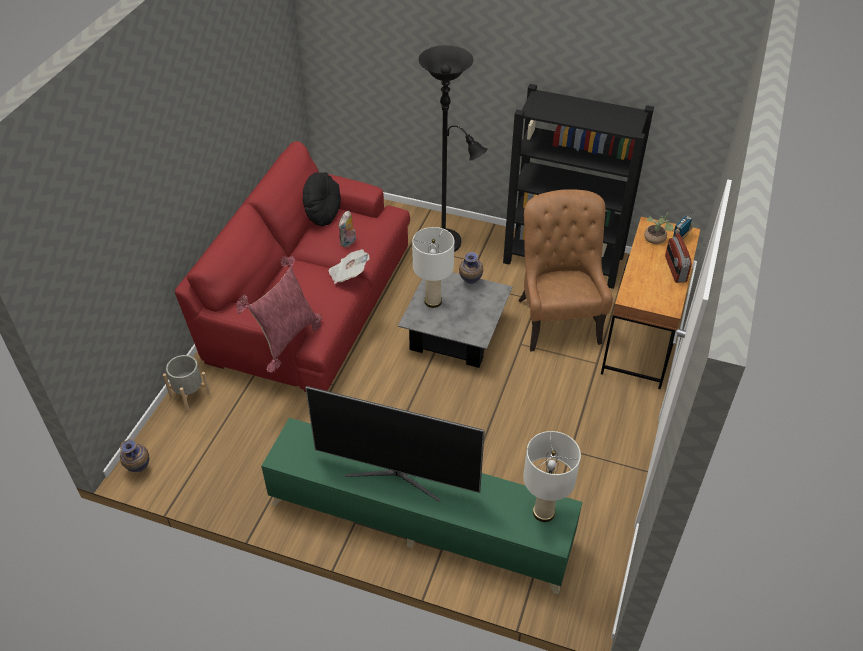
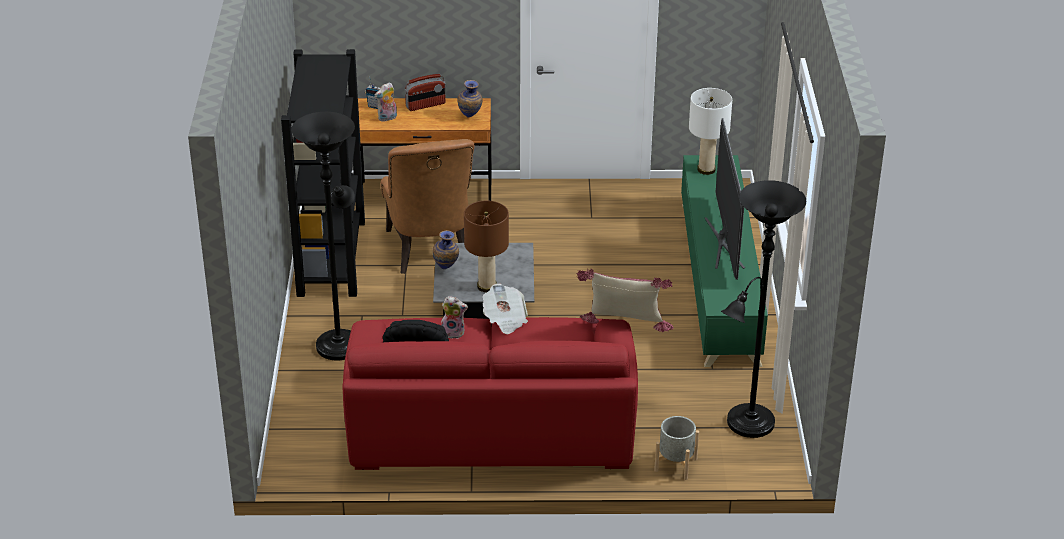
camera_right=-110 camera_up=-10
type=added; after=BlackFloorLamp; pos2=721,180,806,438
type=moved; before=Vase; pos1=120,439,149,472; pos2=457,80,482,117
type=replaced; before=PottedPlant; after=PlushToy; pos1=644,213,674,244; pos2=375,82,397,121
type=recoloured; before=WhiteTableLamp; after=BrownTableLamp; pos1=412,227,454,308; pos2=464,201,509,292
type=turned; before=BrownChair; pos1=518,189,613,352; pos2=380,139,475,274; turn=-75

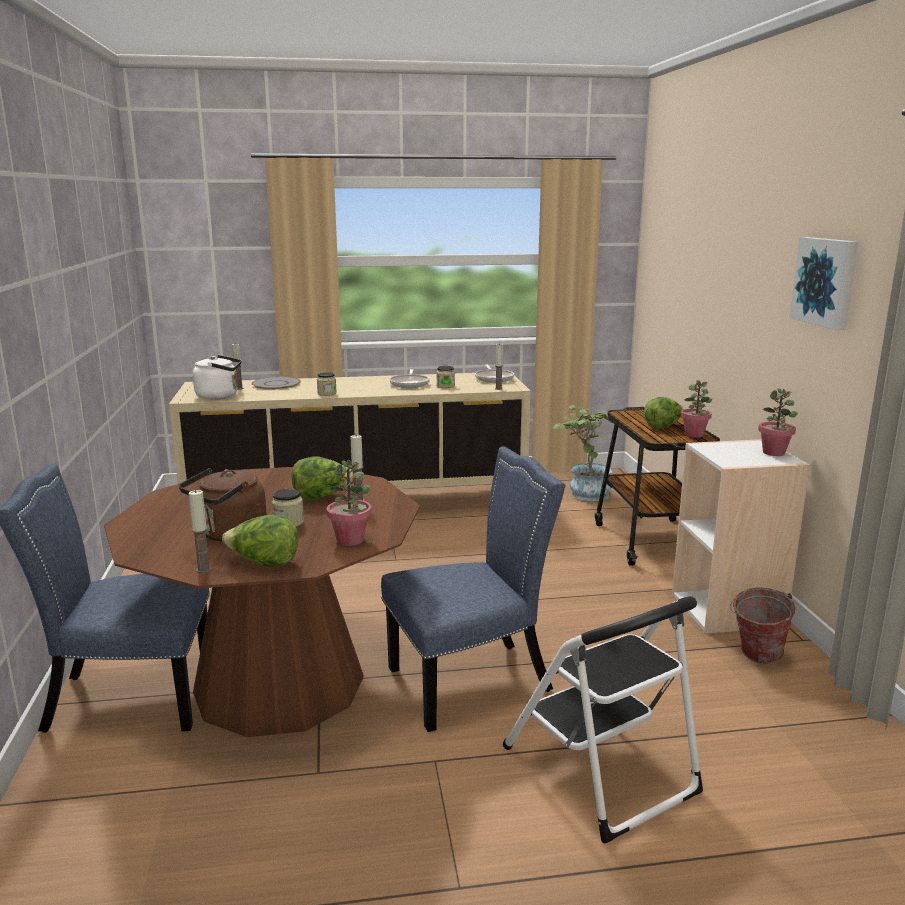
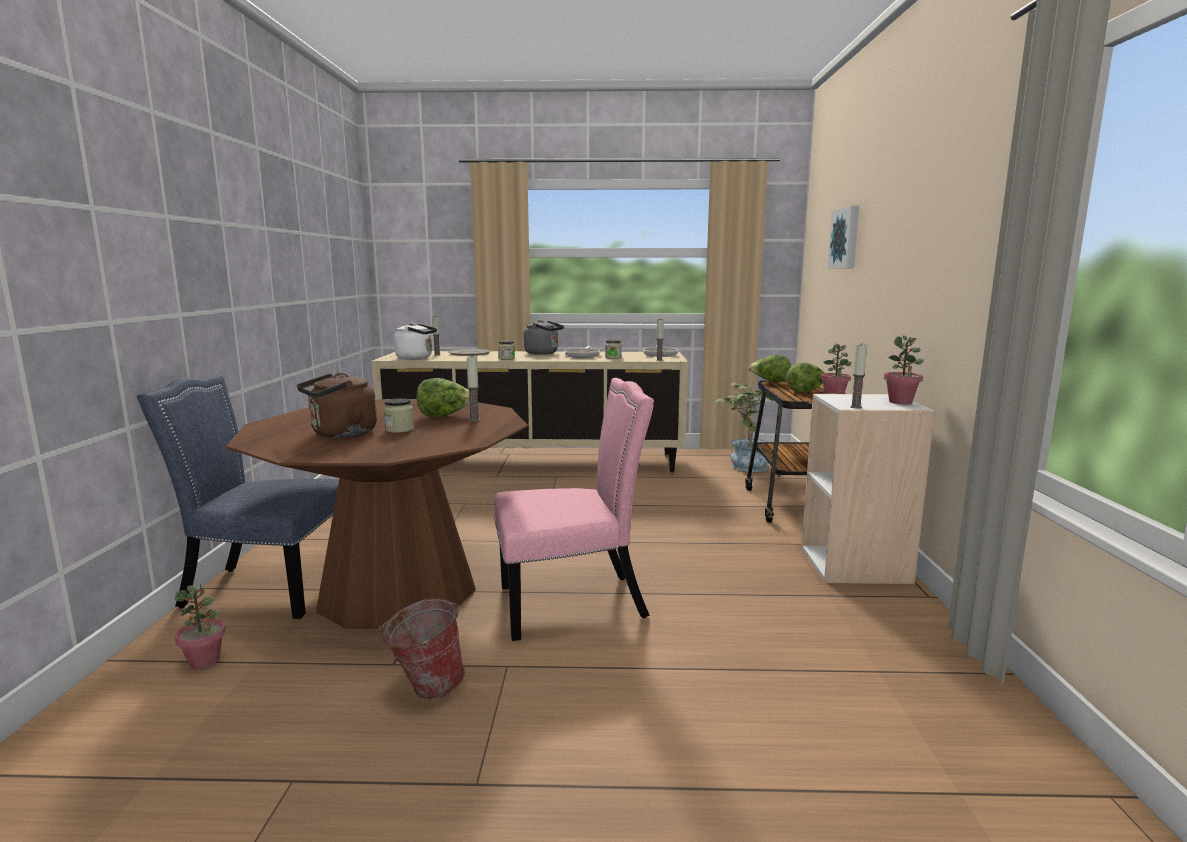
camera_right=10 camera_up=-5
type=removed; before=StepLadder; pos1=503,596,703,843
type=added; after=GreyKettle; pos2=524,320,564,355
type=moved; before=Candle; pos1=189,490,211,573; pos2=850,344,867,409
type=moved; before=Lettuce; pos1=222,515,298,566; pos2=748,354,791,382
type=moved; before=PottedPlant; pos1=327,460,372,546; pos2=175,583,226,669
type=moved; before=Bucket; pos1=730,588,795,663; pos2=379,598,465,699
type=moved; before=Picture; pos1=789,237,858,330; pos2=827,206,859,269
type=recoloured; before=BlueChair; after=PinkChair; pos1=381,446,566,732; pos2=494,378,654,641

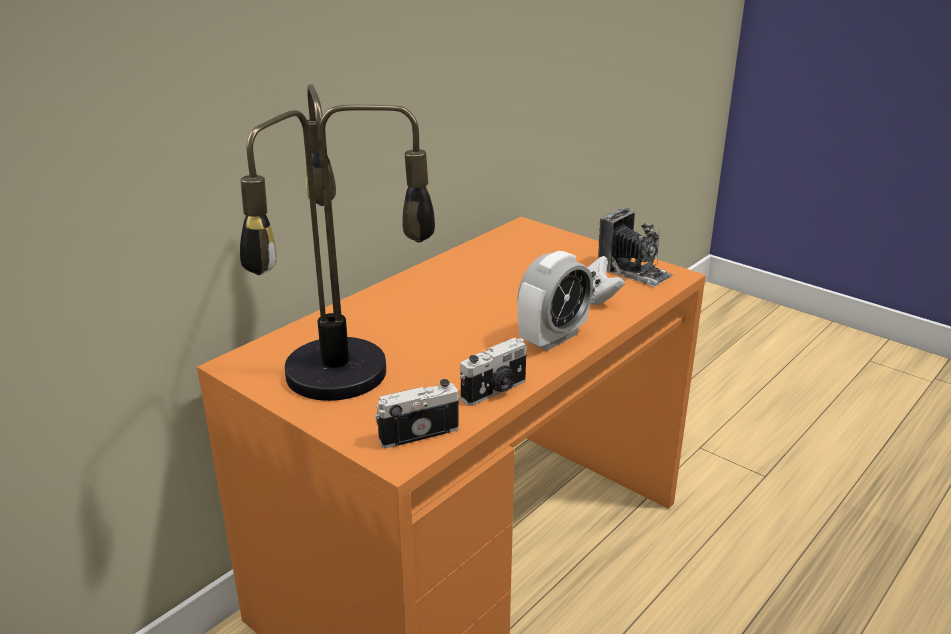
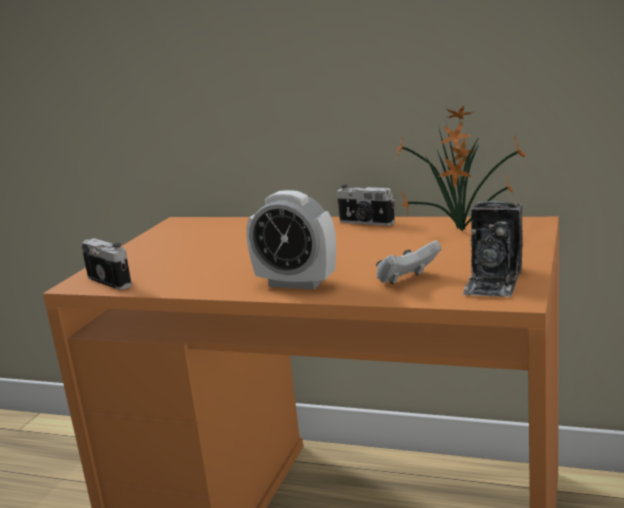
camera_right=70 camera_up=-10
type=removed; before=TableLamp; pos1=240,84,435,401
type=added; after=PottedPlant; pos2=394,105,531,232
type=moved; before=PhotoCamera; pos1=460,338,527,406; pos2=337,184,395,226

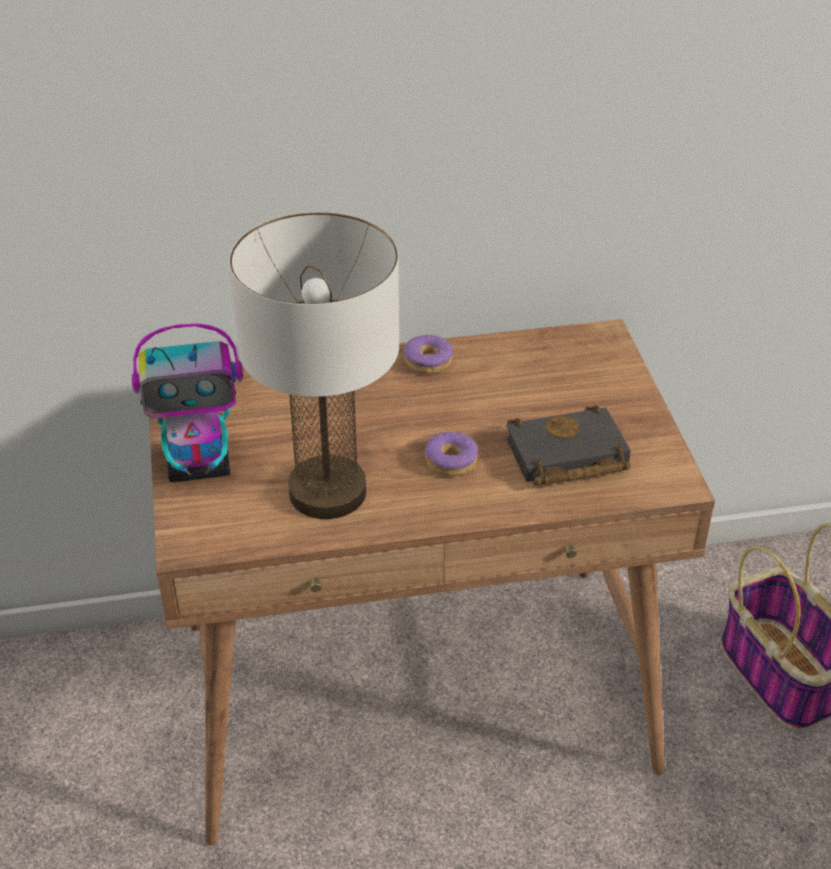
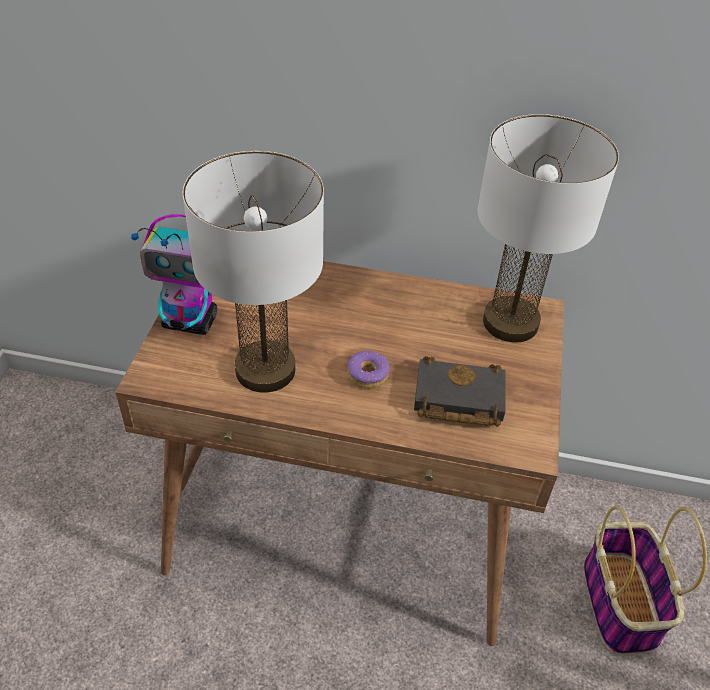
camera_right=20 camera_up=5
type=removed; before=Donut; pos1=404,335,453,374
type=added; after=TableLamp; pos2=478,114,619,342

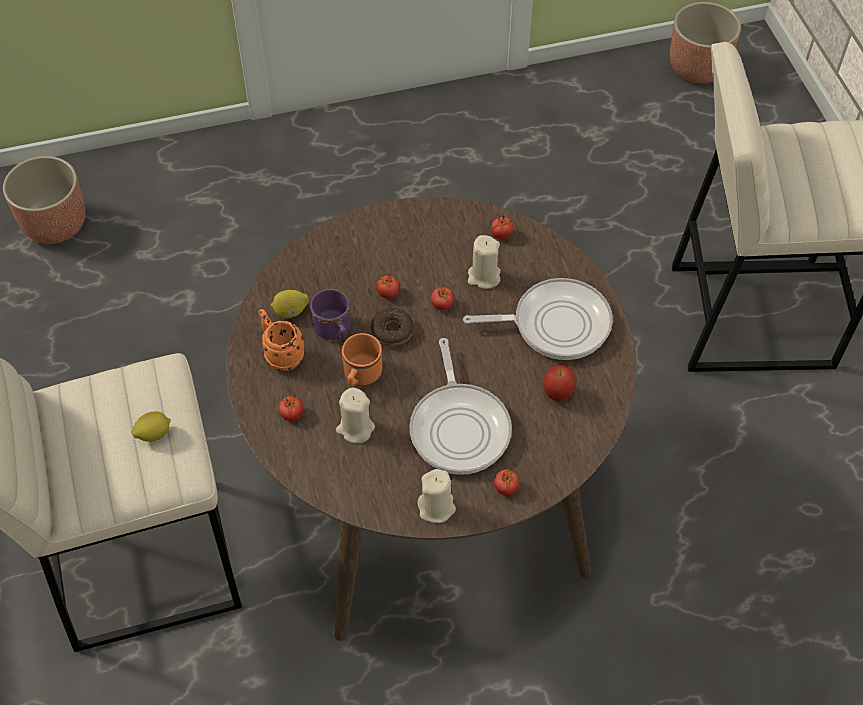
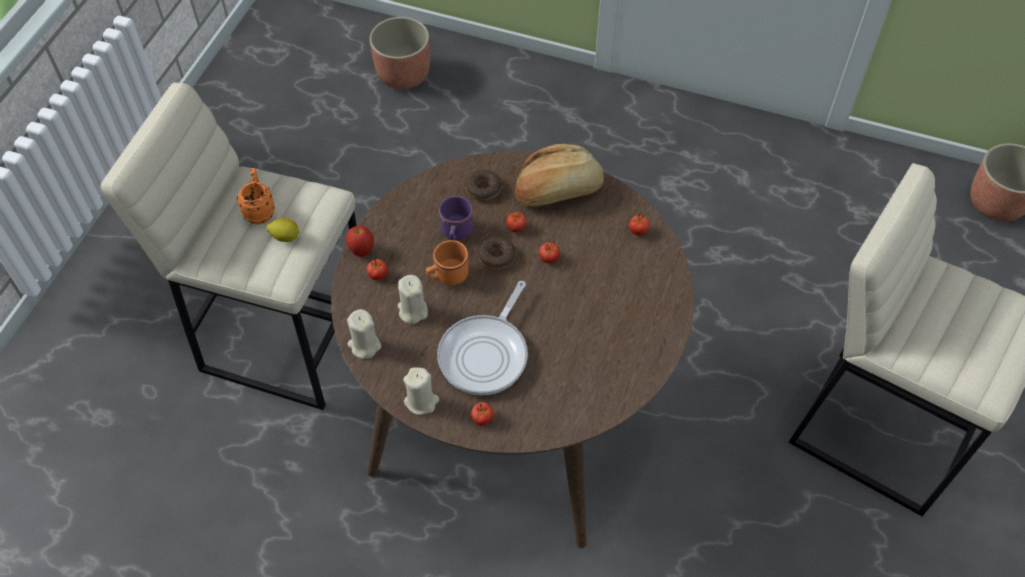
camera_right=35 camera_up=0
type=removed; before=Lemon; pos1=270,290,309,318
type=removed; before=FryingPan; pos1=463,278,613,360
type=added; after=Donut; pos2=465,170,502,201
type=added; after=Bread; pos2=515,144,604,207
type=moved; before=OrangeMug; pos1=258,309,305,371; pos2=237,168,275,224
type=moved; before=BeigeCandle; pos1=468,235,501,289; pos2=347,309,381,359
type=moved; before=Apple; pos1=543,365,577,401; pos2=345,226,374,257

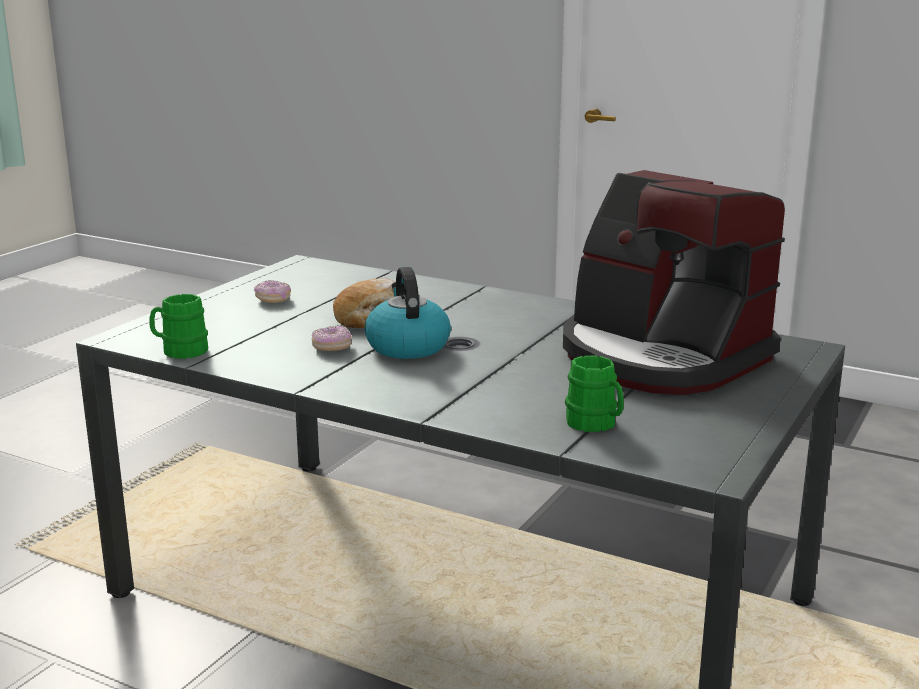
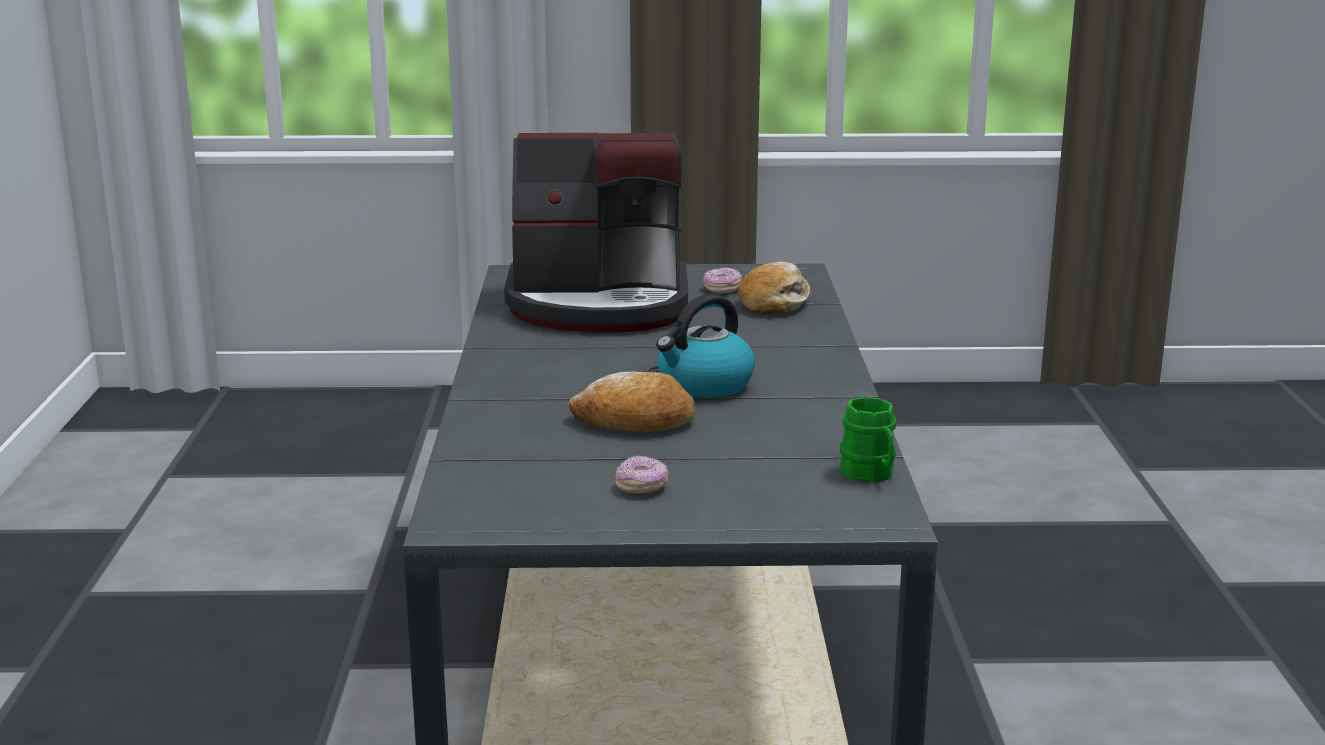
camera_right=-120 camera_up=0
type=moved; before=Donut; pos1=312,325,352,351; pos2=704,267,742,293
type=replaced; before=GreenMug; after=Bread; pos1=565,356,624,432; pos2=738,262,810,314
type=turned; before=CoffeeMachine; pos1=563,170,785,395; pos2=504,133,688,333; turn=75

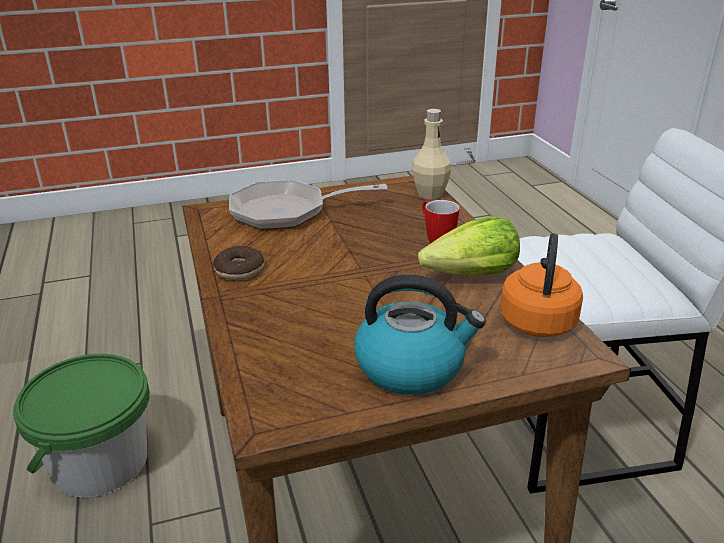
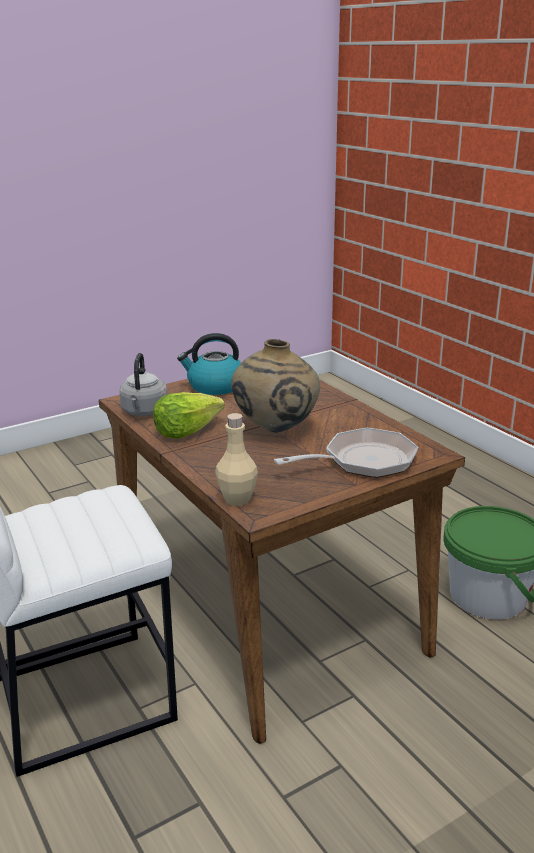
camera_right=165 camera_up=-5
type=removed; before=Donut; pos1=213,246,264,280
type=removed; before=Mug; pos1=422,200,460,243
type=added; after=BeigeVase; pos2=231,339,320,433
type=recoloured; before=OrangeKettle; after=GreyKettle; pos1=501,233,583,337; pos2=119,353,168,416

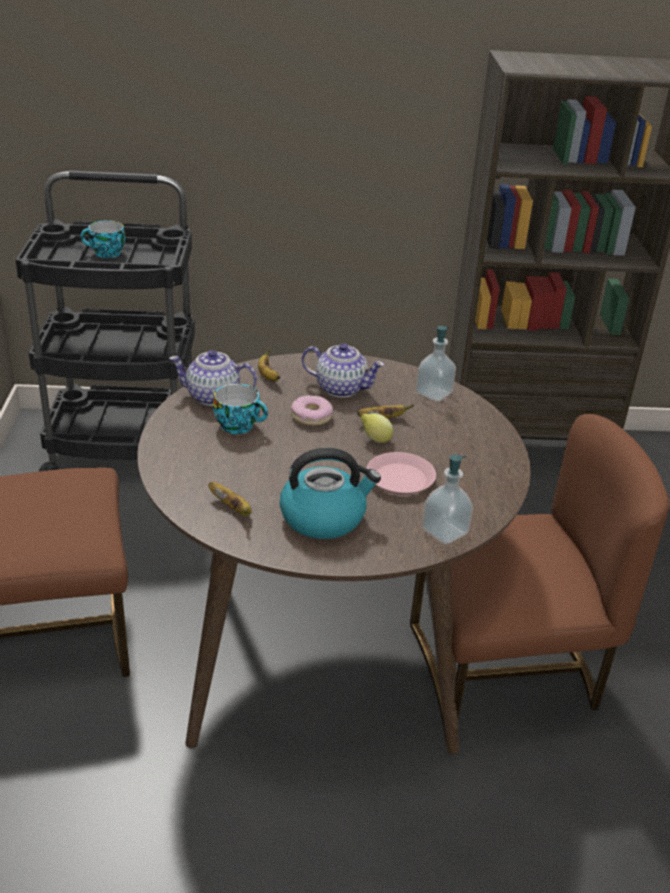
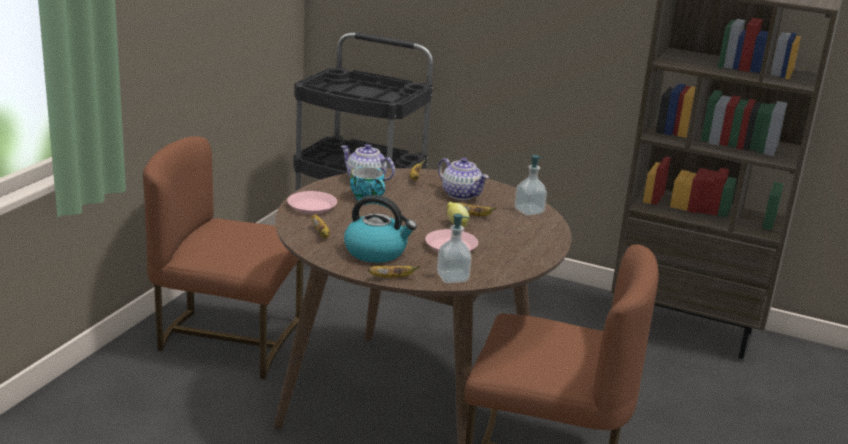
camera_right=25 camera_up=-10
type=removed; before=Cup; pos1=81,220,125,258
type=removed; before=Donut; pos1=291,395,333,426
type=added; after=PinkPlate; pos2=287,191,337,214
type=added; after=Banana; pos2=368,265,420,278

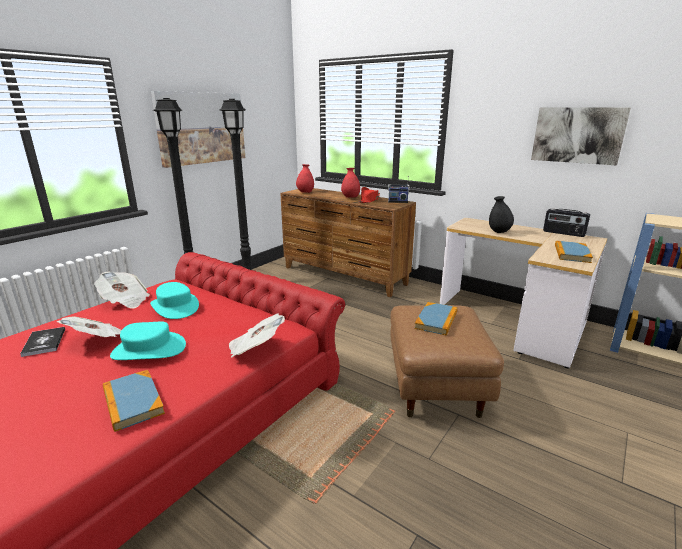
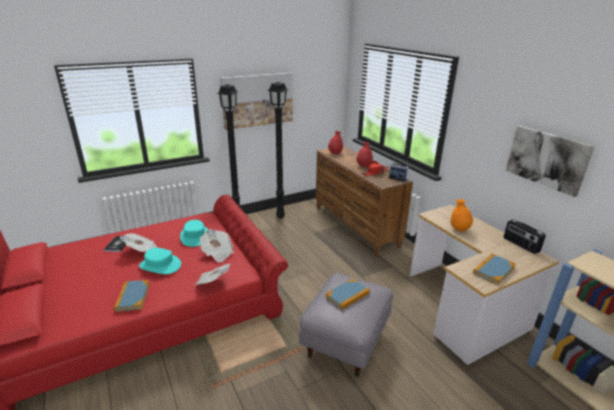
camera_right=25 camera_up=5
type=moved; before=Newspaper; pos1=94,272,150,309; pos2=200,229,234,263
type=recoloured; before=BrownOttoman; after=GreyOttoman; pos1=390,305,504,418; pos2=299,273,393,377
type=recoloured; before=BlackVase; after=OrangeVase; pos1=489,196,514,233; pos2=451,199,473,231

